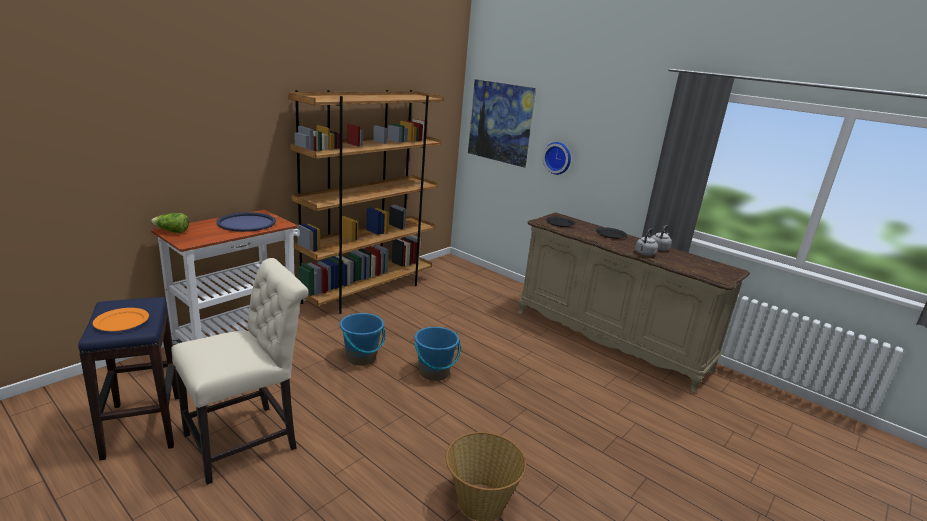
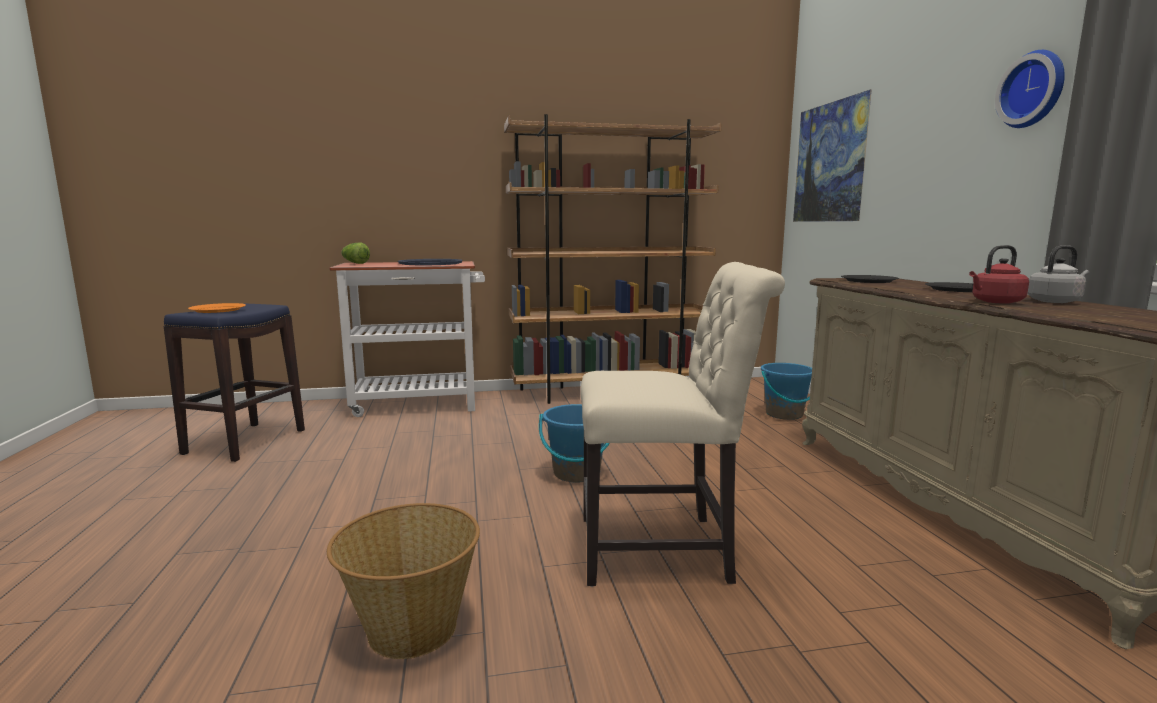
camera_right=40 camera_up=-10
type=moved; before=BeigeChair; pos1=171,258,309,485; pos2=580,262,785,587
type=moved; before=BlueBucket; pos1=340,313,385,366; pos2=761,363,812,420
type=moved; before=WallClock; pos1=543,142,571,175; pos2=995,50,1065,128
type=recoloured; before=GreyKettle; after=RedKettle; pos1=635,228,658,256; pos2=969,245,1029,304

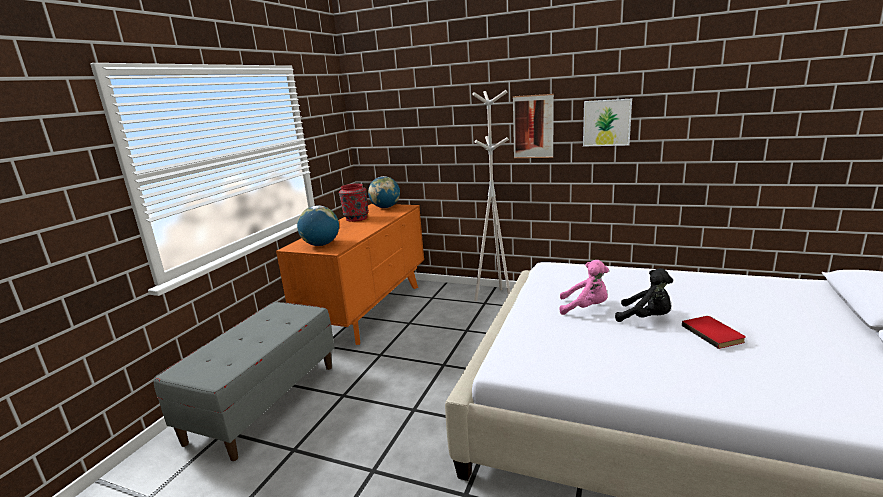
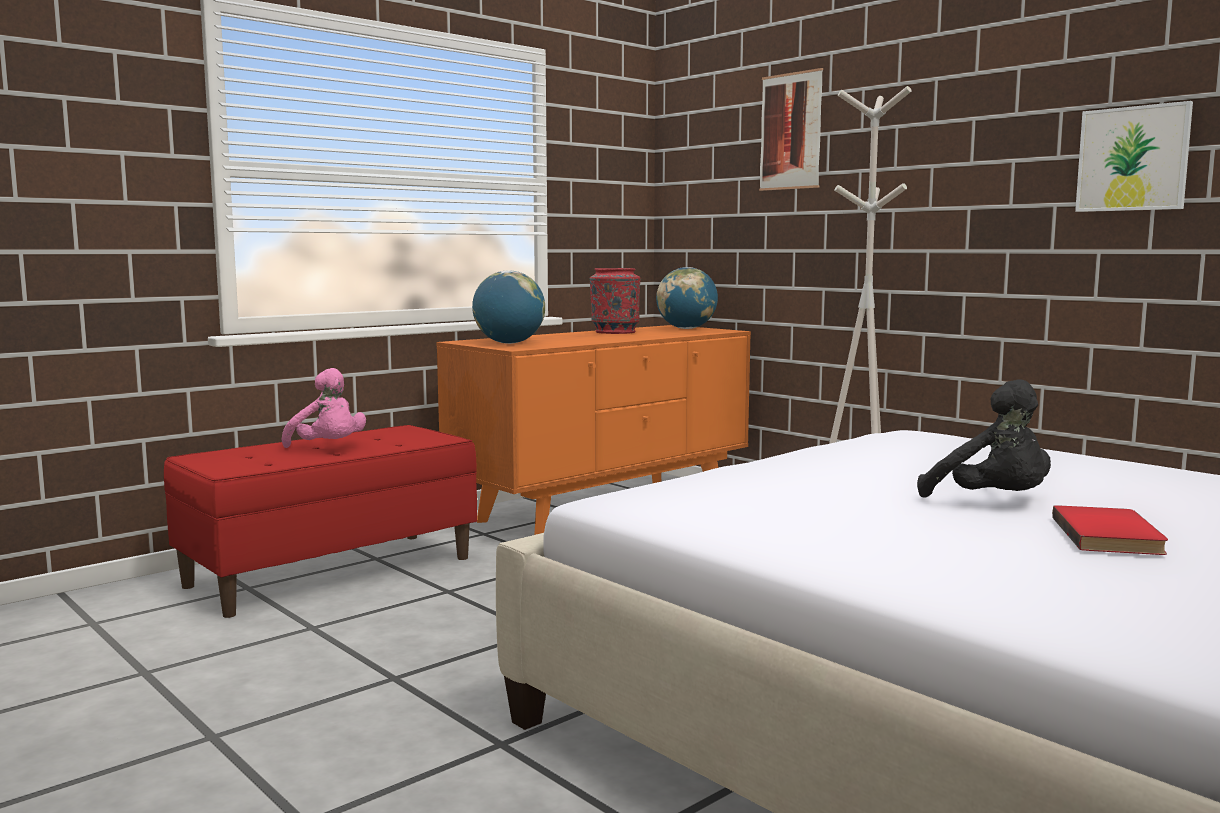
camera_right=25 camera_up=-10
type=moved; before=Picture; pos1=513,94,554,158; pos2=759,68,823,191
type=moved; before=PinkPlushToy; pos1=559,260,609,315; pos2=281,368,366,448
type=recoloured; before=GreyBench; after=RedBench; pos1=154,302,335,461; pos2=164,425,477,618

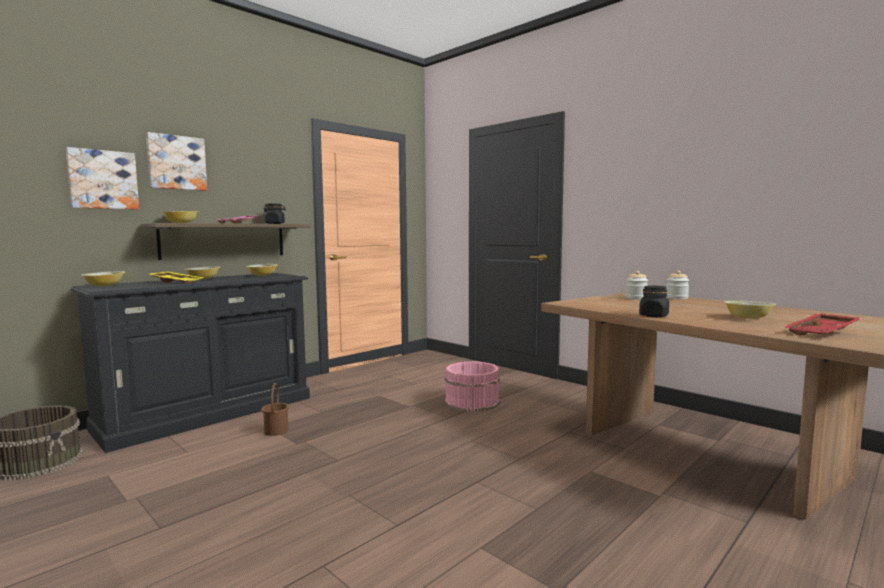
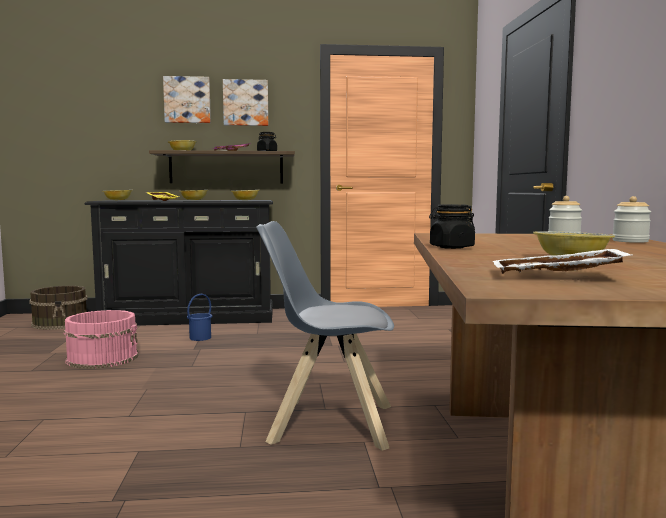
camera_right=40 camera_up=0
type=added; after=GreyChair; pos2=256,221,394,451
type=moved; before=Picture; pos1=66,147,139,210; pos2=223,79,268,126
type=moved; before=PinkBucket; pos1=444,361,500,412; pos2=64,310,138,369
type=recoloured; before=BrownBucket; after=BlueBucket; pos1=261,383,289,436; pos2=187,294,212,341
type=recoloured; before=RedTray; after=WhiteTray; pos1=782,313,862,335; pos2=493,249,632,274

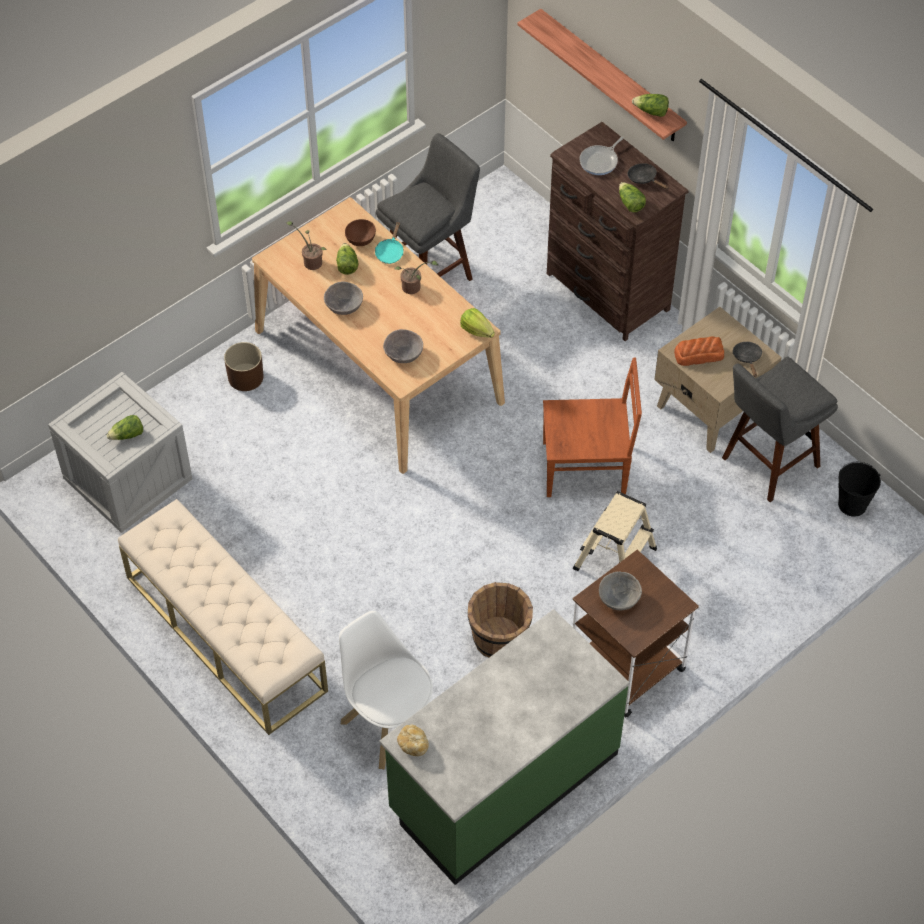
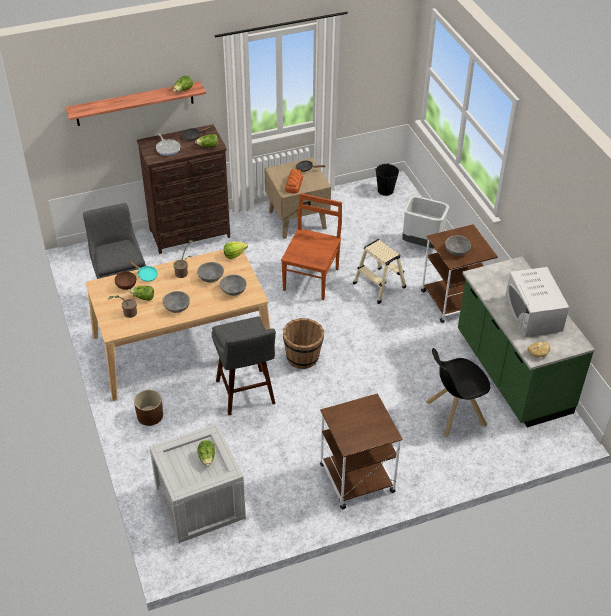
camera_right=-70 camera_up=-10
type=added; after=GreyBowl; pos2=197,262,224,283
type=added; after=GreyTrashCan; pos2=402,196,449,248
type=added; after=WhiteMicrowave; pos2=505,267,569,337
type=moved; before=BrownBucket; pos1=468,582,533,658; pos2=283,318,324,369
type=moved; before=GreyStool; pos1=722,356,838,502; pos2=211,316,276,416
type=replaced; before=BeigeBench; after=BrownCart; pos1=118,499,328,735; pos2=320,393,403,509
type=recoloured; before=WhiteChair; after=BlackChair; pos1=339,611,433,769; pos2=426,348,490,437

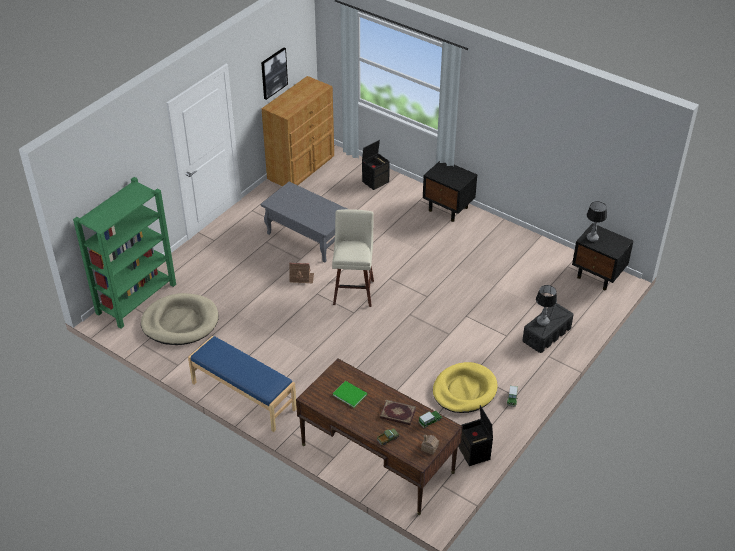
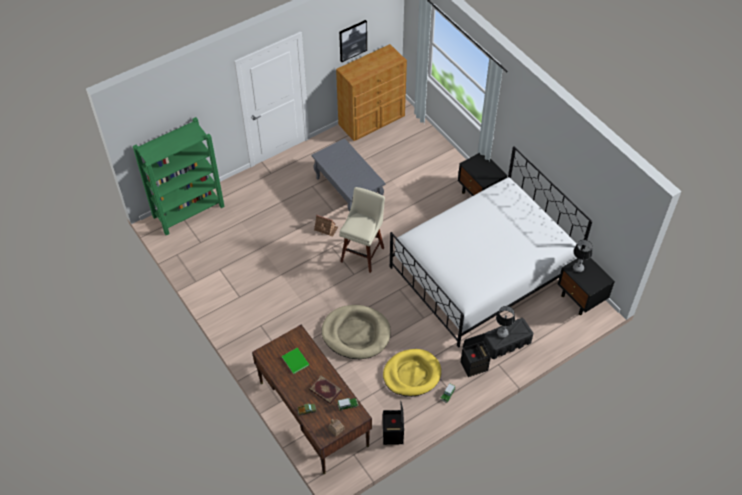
camera_right=20 camera_up=10
type=removed; before=BlueBench; pos1=188,336,297,432
type=added; after=WhiteBed; pos2=390,146,592,348
type=moved; before=BeigeDogBed; pos1=141,293,219,345; pos2=321,305,391,359
type=moved; before=BlackStorageBox; pos1=362,140,390,190; pos2=461,333,491,377

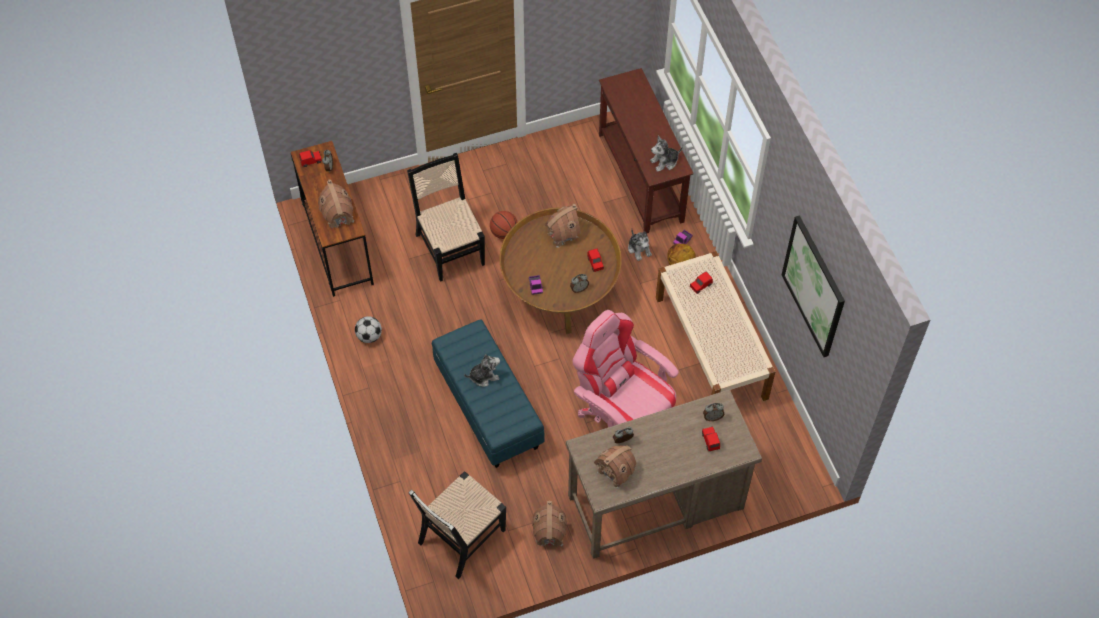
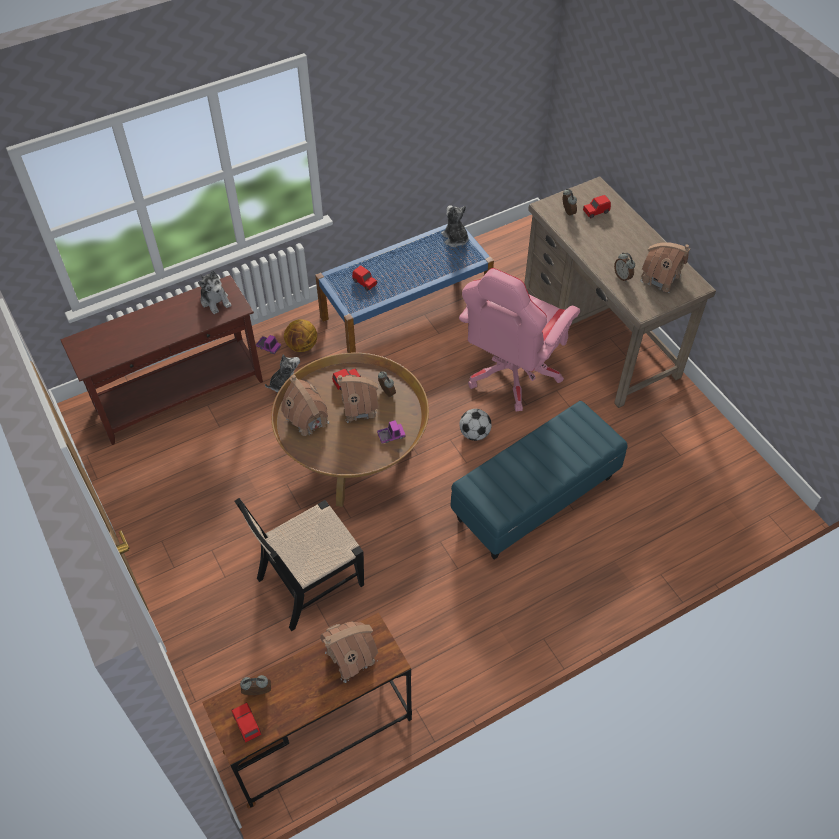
camera_right=-100 camera_up=-5
type=removed; before=Chair; pos1=408,471,506,579
type=removed; before=Basketball; pos1=490,211,517,239
type=removed; before=Picture; pos1=782,215,845,357
type=moved; before=Football; pos1=355,316,382,343; pos2=459,409,492,441
type=moved; before=PlushToy; pos1=464,354,500,387; pos2=441,205,469,247
type=moved; before=ToyHouse; pos1=532,501,567,547; pos2=337,375,379,423
type=recoloured; before=BeigeBench; after=BlueBench; pos1=656,251,776,401; pos2=315,224,494,353

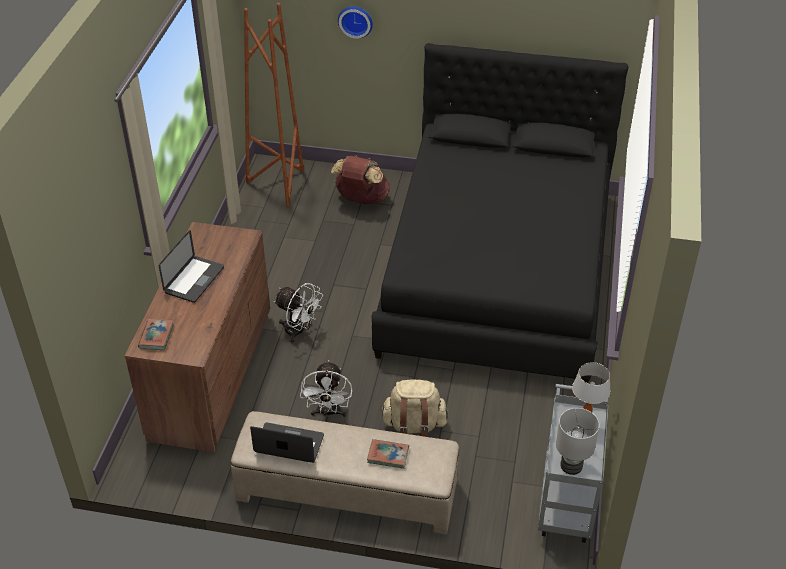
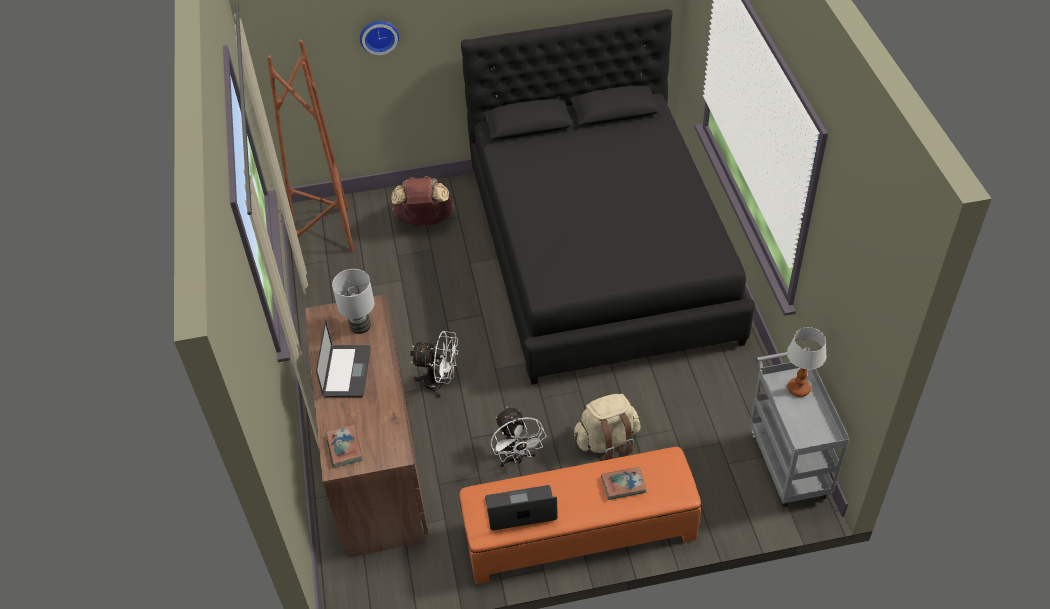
camera_right=-20 camera_up=5
type=moved; before=GreyTableLamp; pos1=556,408,599,475; pos2=332,269,375,334
type=recoloured; before=BeigeBench; after=OrangeBench; pos1=231,411,459,534; pos2=459,447,701,584

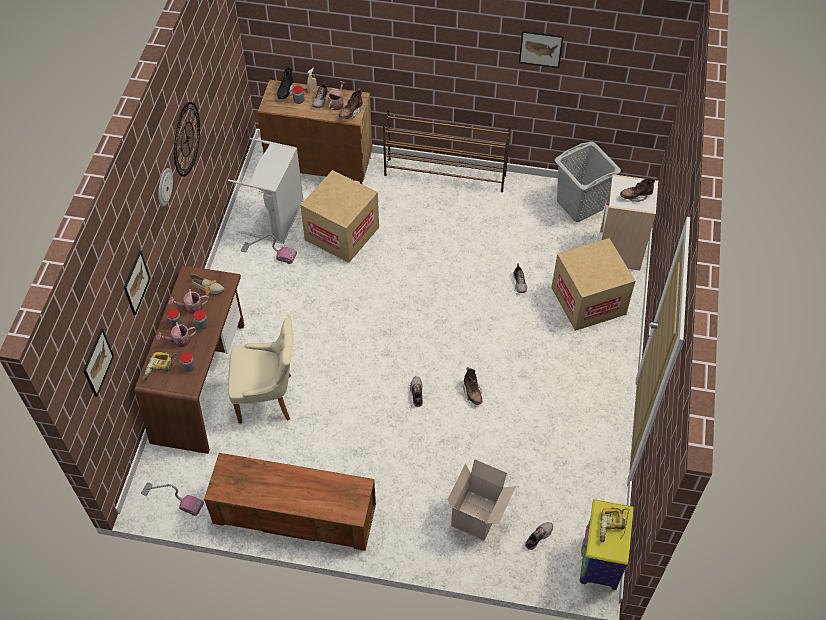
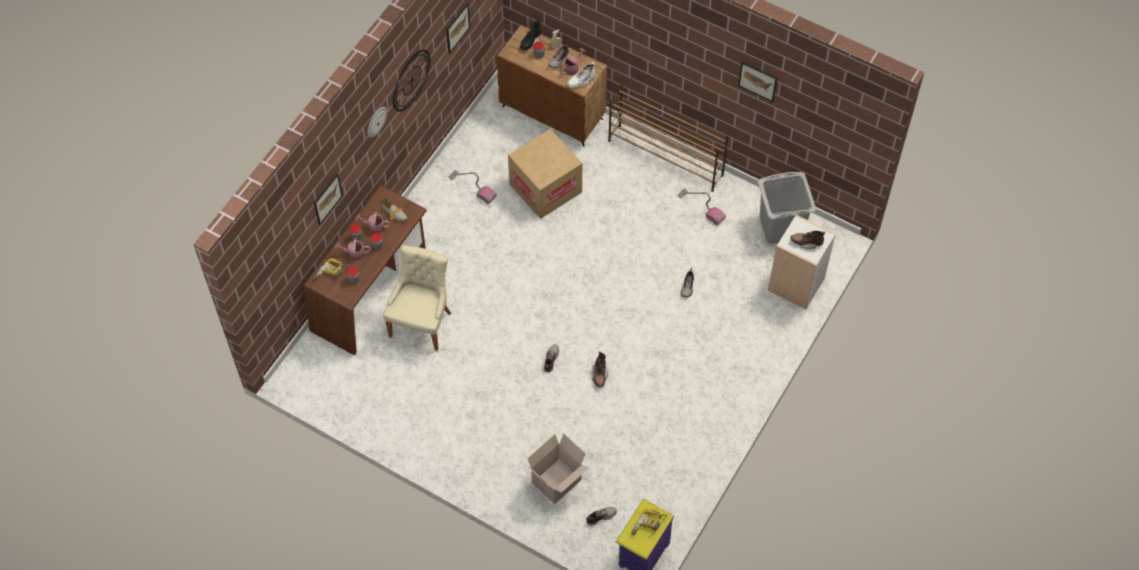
camera_right=20 camera_up=5
type=removed; before=BrownBench; pos1=204,453,376,551
type=removed; before=GreyLaundryBasket; pos1=228,138,304,244
type=removed; before=CardboardBox; pos1=551,238,635,331
type=moved; before=Picture; pos1=83,329,114,397; pos2=446,3,470,53
type=moved; before=VacuumCleaner; pos1=141,482,204,516; pos2=677,188,726,225
type=recoloured; before=BrownBoot; after=WhiteBoot; pos1=339,88,363,119; pos2=567,62,595,88
type=turned; before=BeigeChair; pos1=228,317,294,424; pos2=383,245,451,351; turn=-90

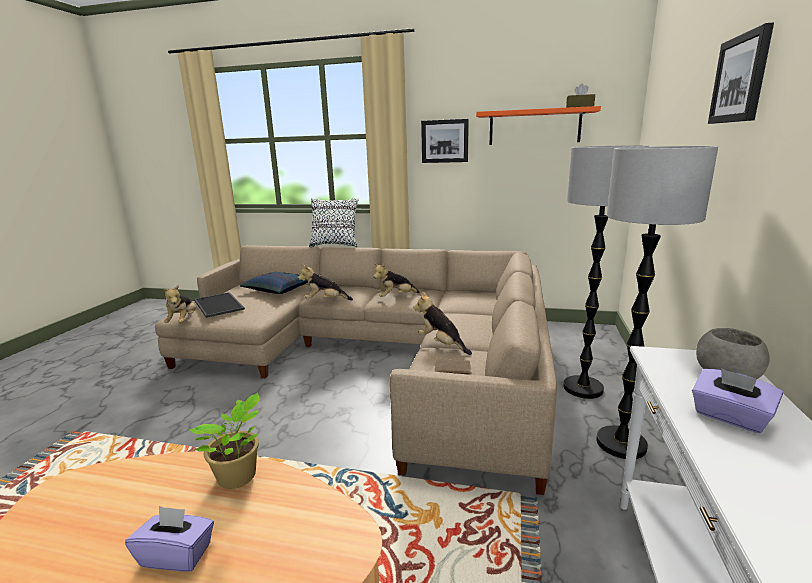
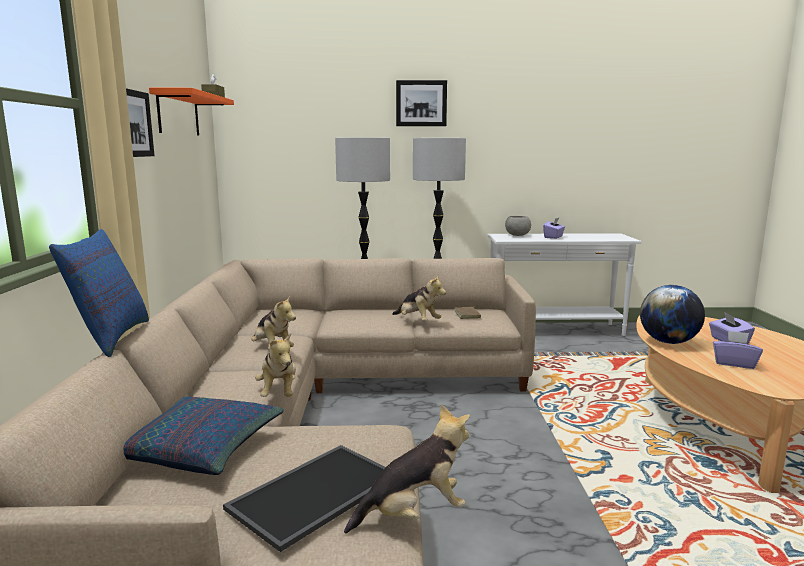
camera_right=-105 camera_up=-5
type=added; after=PurpleTissueBox; pos2=713,330,763,369
type=replaced; before=PottedPlant; after=Globe; pos1=190,393,260,489; pos2=640,285,705,344
type=recoloured; before=WhitePillow; after=BluePillow; pos1=309,198,359,247; pos2=49,229,149,357
type=turned; before=PlushToy; pos1=413,292,472,355; pos2=392,276,446,321; turn=-75

